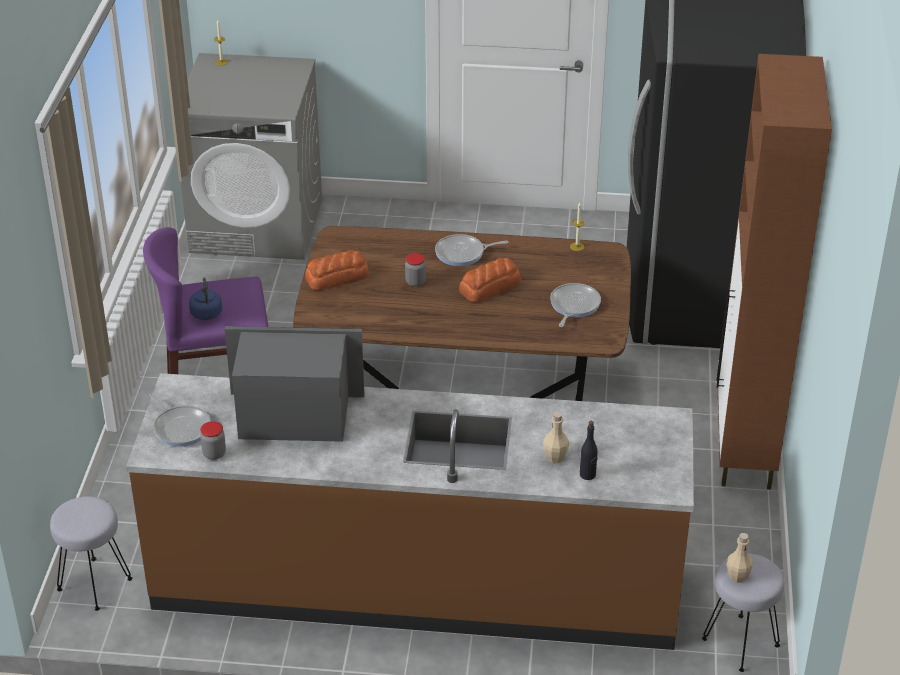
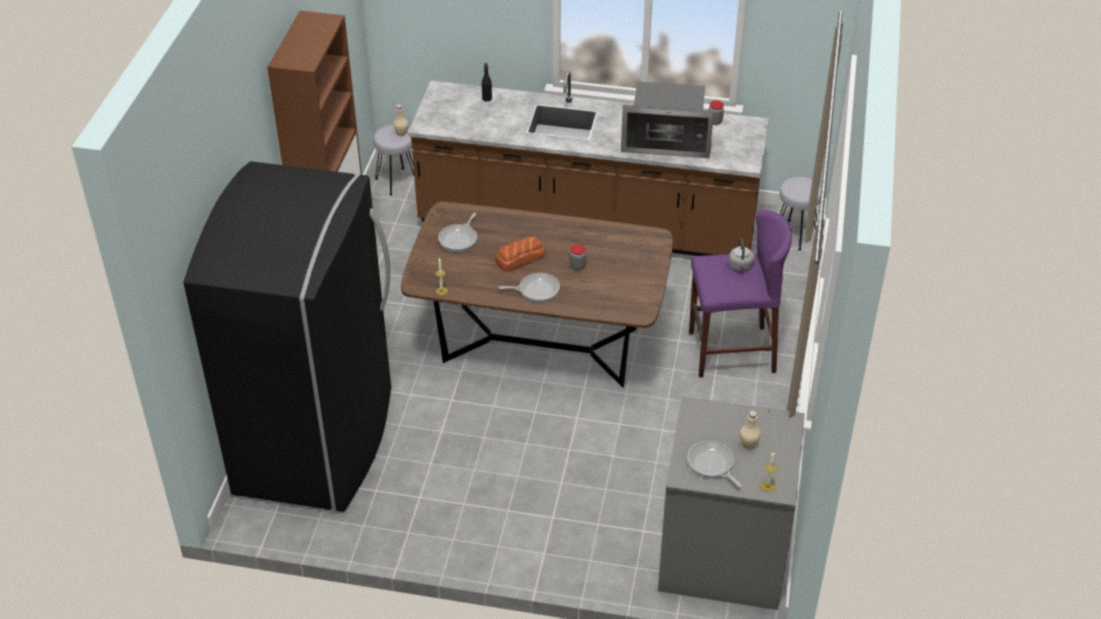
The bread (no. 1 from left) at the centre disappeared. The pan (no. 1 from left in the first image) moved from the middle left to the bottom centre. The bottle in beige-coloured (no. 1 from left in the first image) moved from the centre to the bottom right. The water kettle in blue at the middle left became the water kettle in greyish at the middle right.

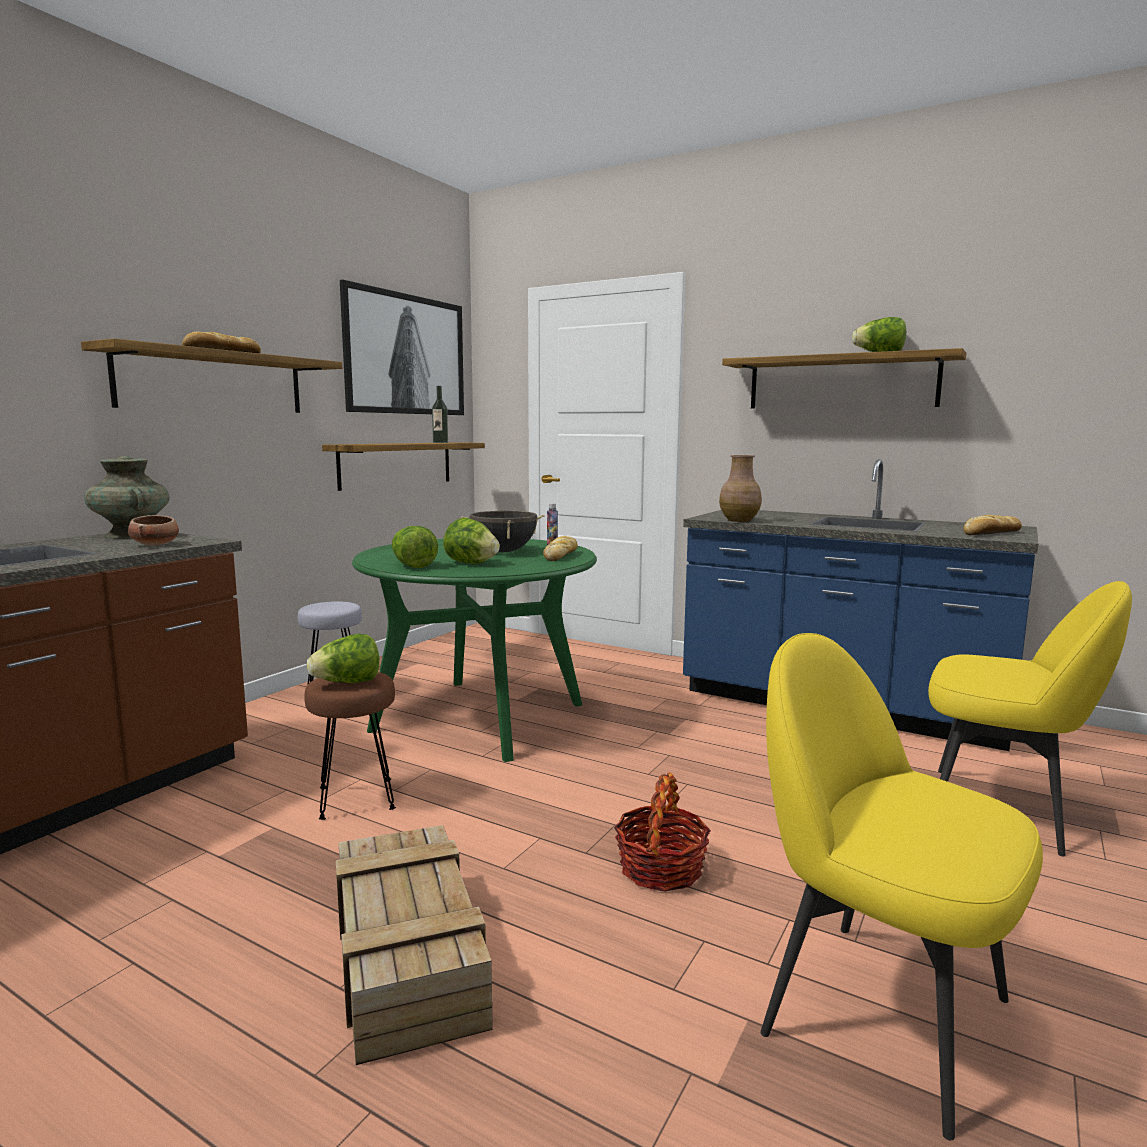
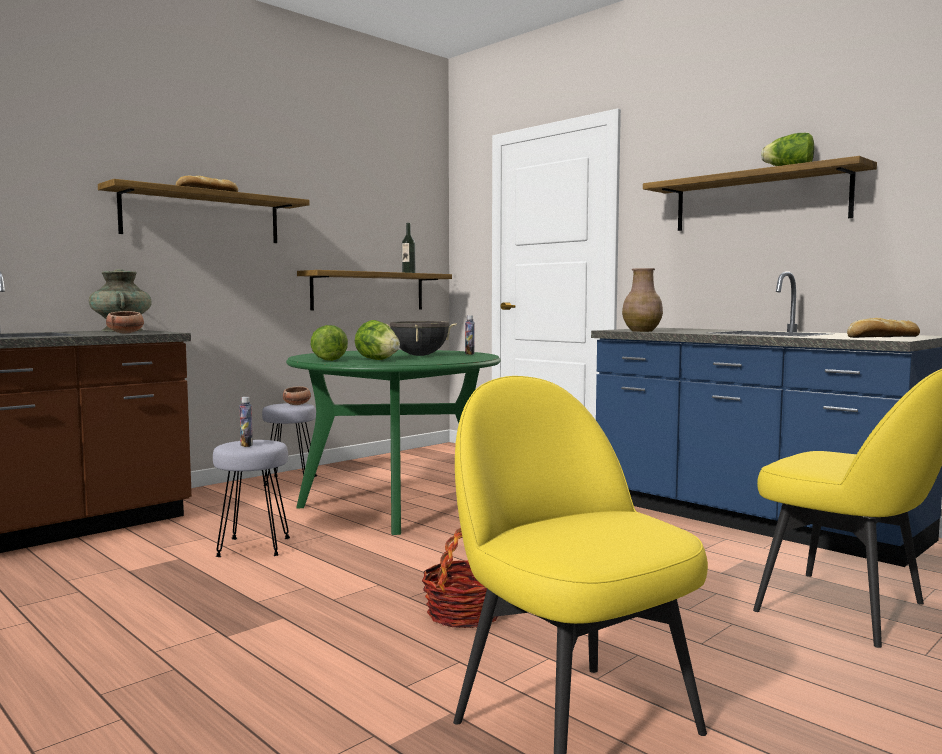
The shipping crate at the bottom centre disappeared. The wall picture at the top centre disappeared. The bread (no. 2 from left) at the centre disappeared. The deep dish (no. 2 from left) at the middle left appeared. The head of lettuce (no. 1 from left) at the middle left was replaced by the bottle (no. 1 from left) at the middle left. The stool in brown-coloured at the middle left became the stool in greyish (no. 1 from left) at the middle left.

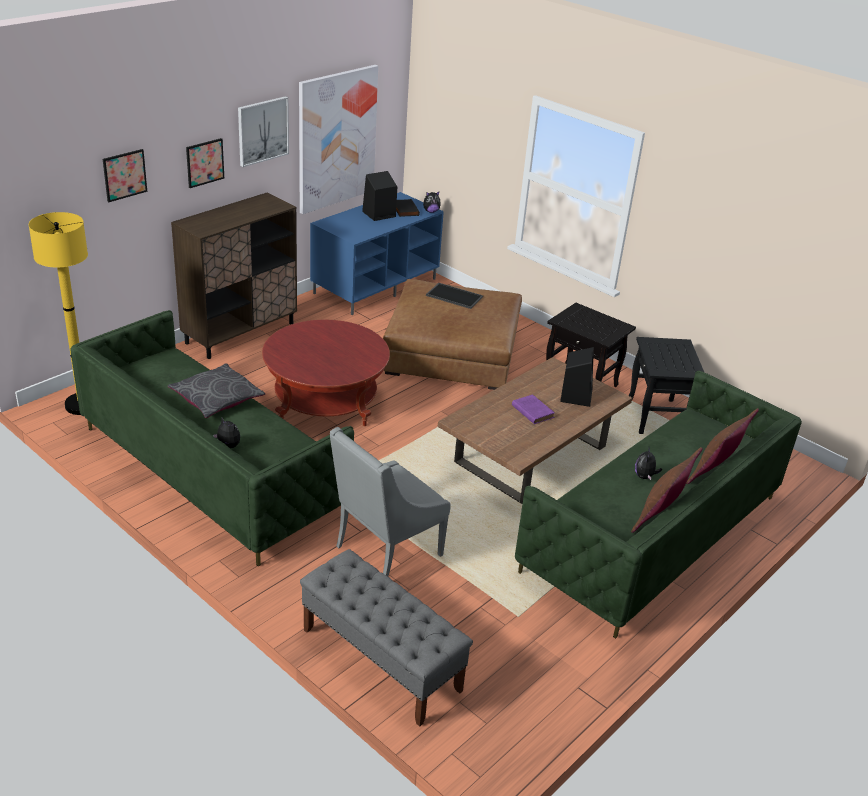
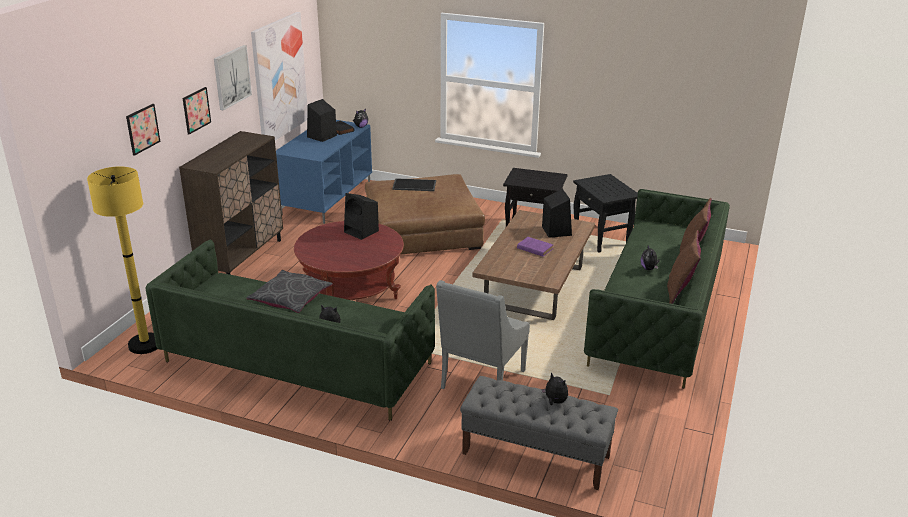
The speaker in blackish (no. 2 from left) at the centre appeared. The plush toy (no. 3 from left) at the bottom centre appeared.

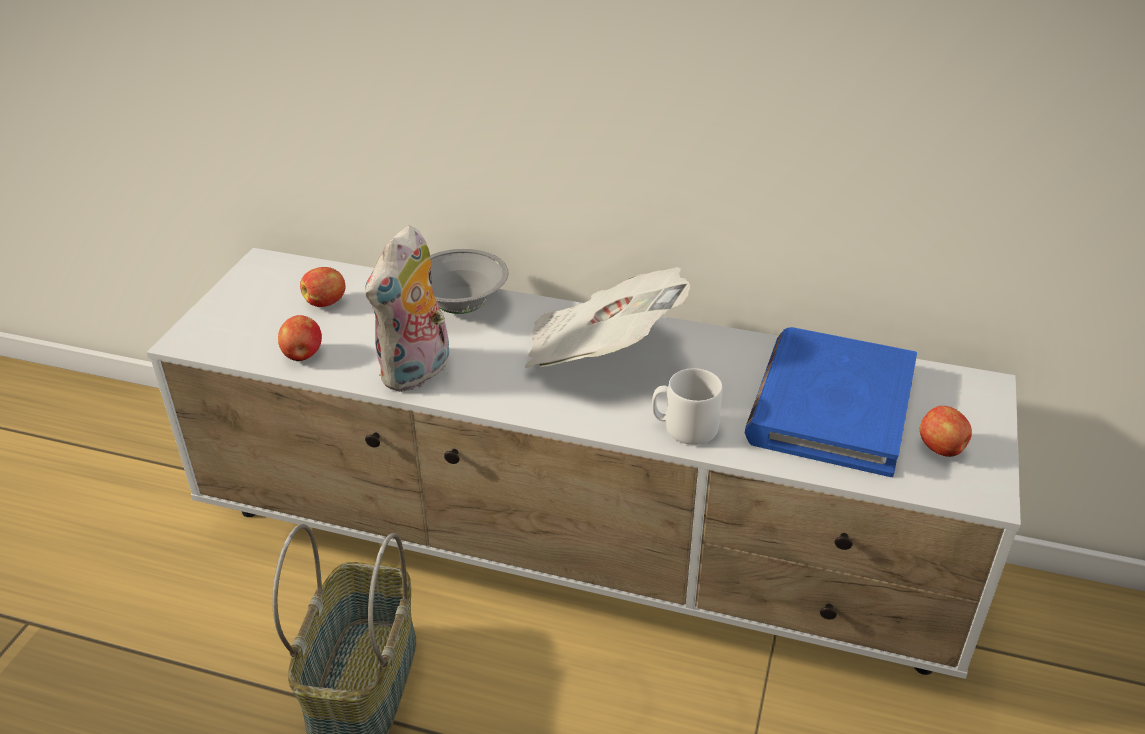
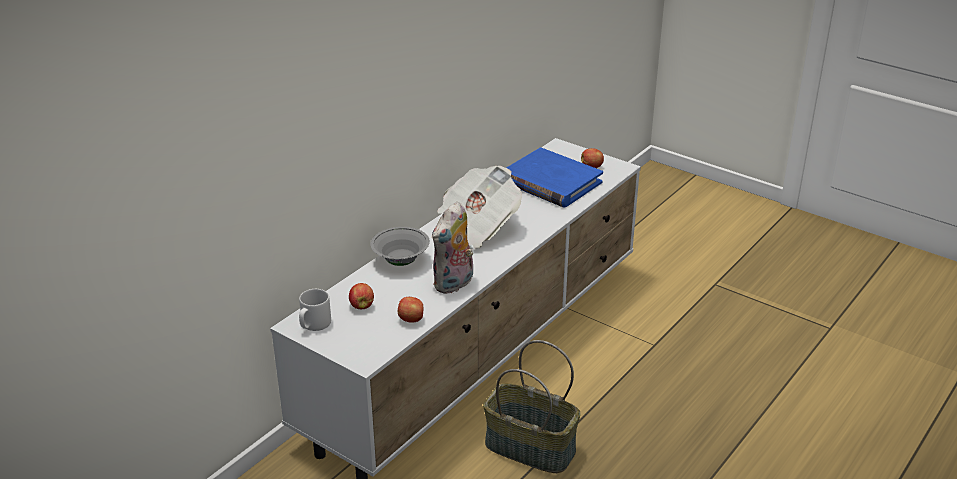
The mug in greyish moved from the centre to the middle left. The plush toy at the centre turned 75 degrees clockwise.

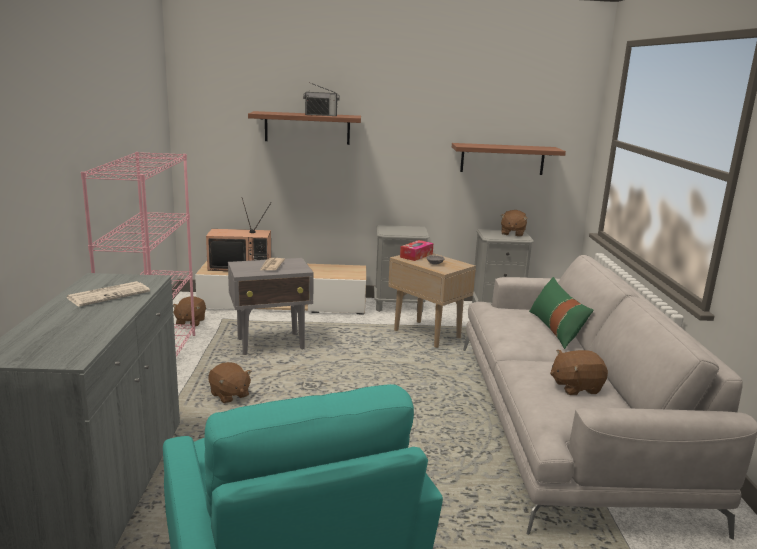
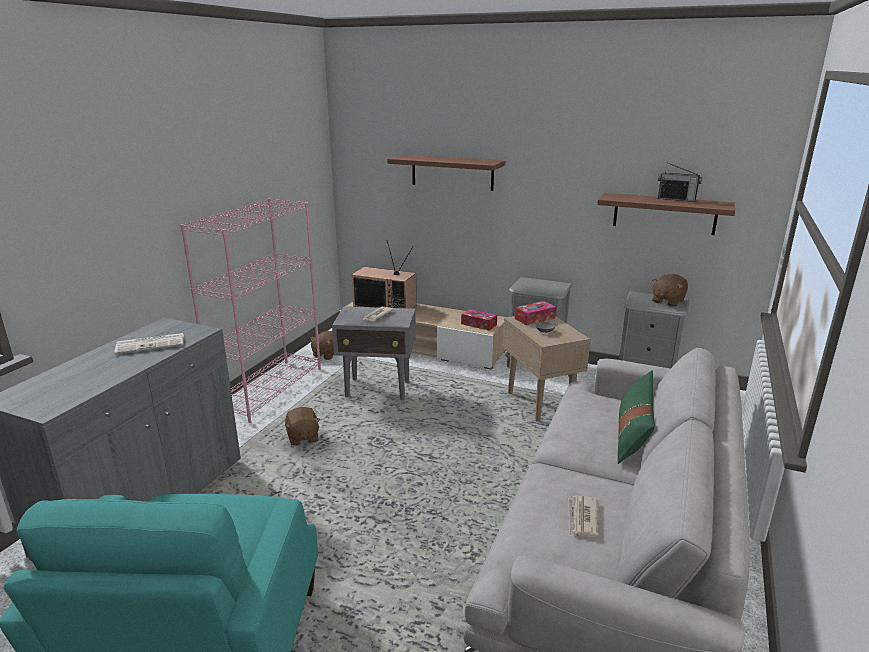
The box of tissues (no. 1 from left) at the centre appeared. The radio set moved from the top centre to the top right. The plush toy in brown-coloured (no. 4 from left) at the bottom right was replaced by the newspaper (no. 3 from left) at the bottom right.

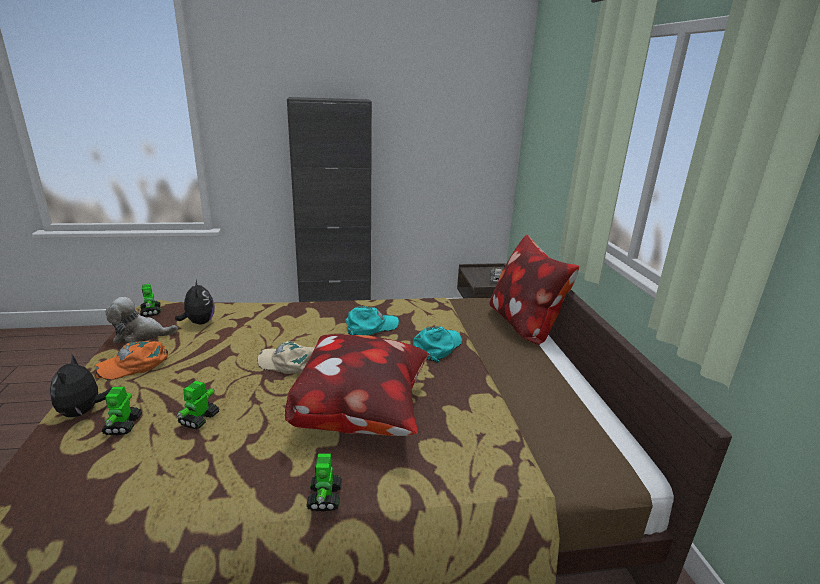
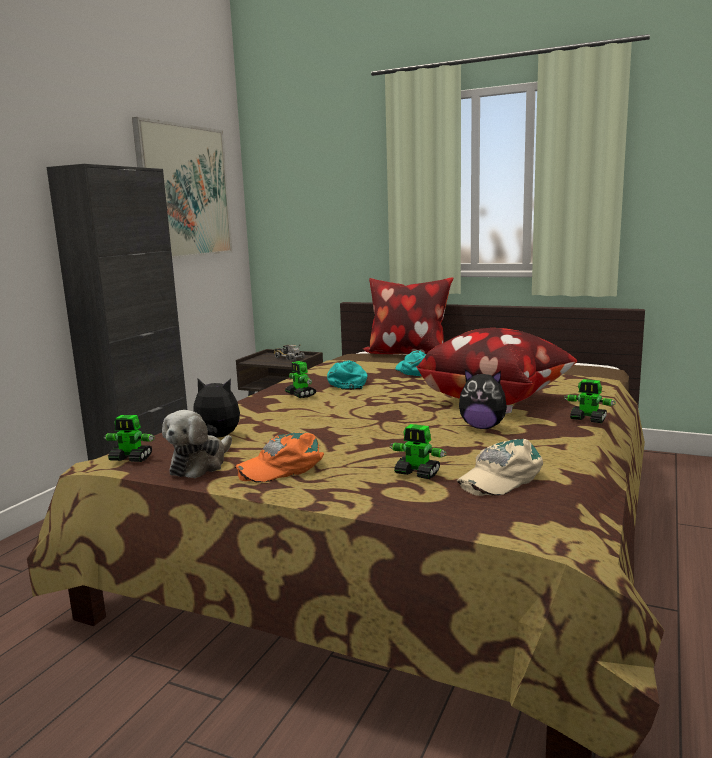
The wall picture at the top left appeared. The plush toy (no. 1 from left in the first image) moved from the middle left to the middle right. The model robot (no. 3 from left in the first image) moved from the bottom left to the centre. The peaked cap in beige-coloured moved from the centre to the middle right. The peaked cap in orange at the middle left turned 60 degrees clockwise.

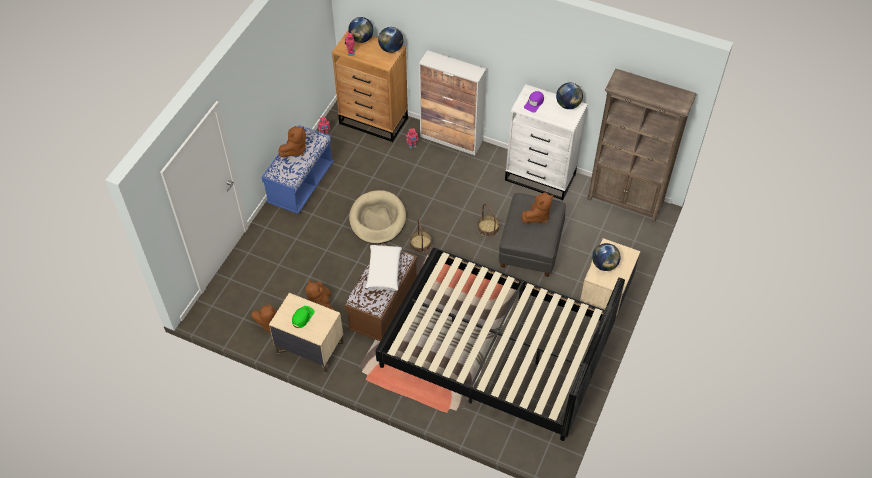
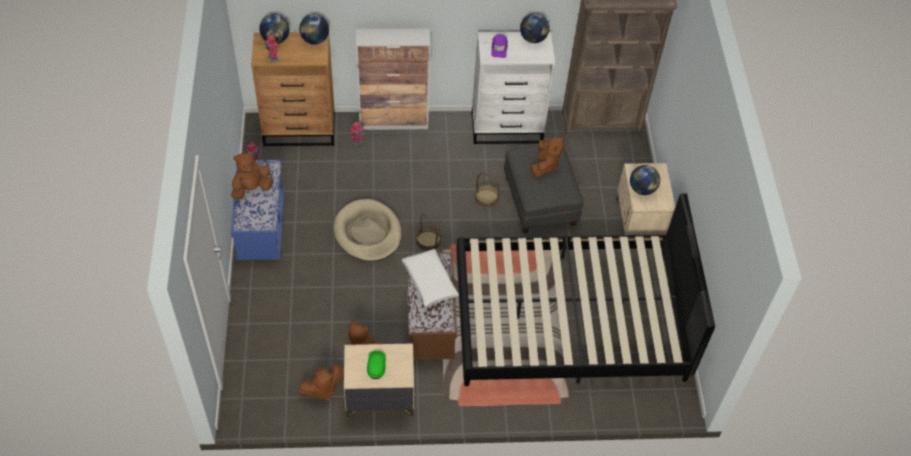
The plush toy in brown-coloured (no. 2 from left in the first image) at the top centre turned 135 degrees counterclockwise.

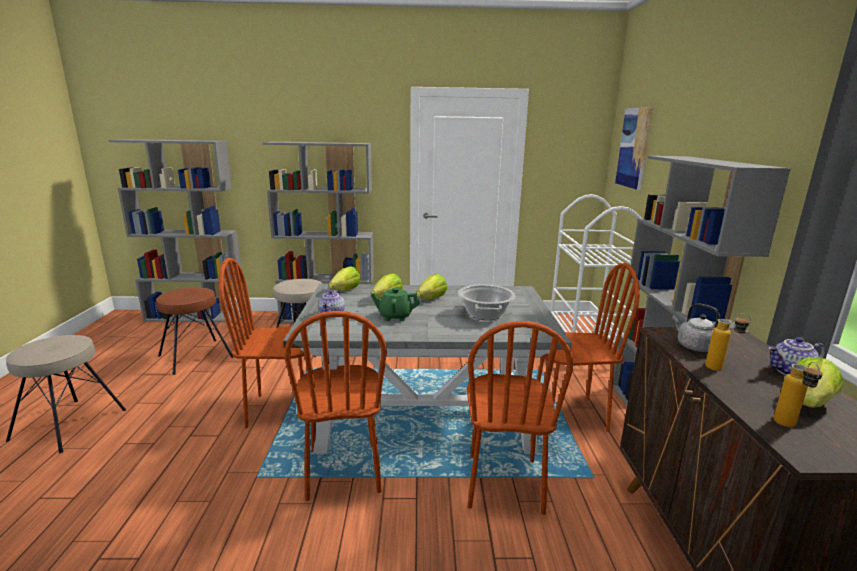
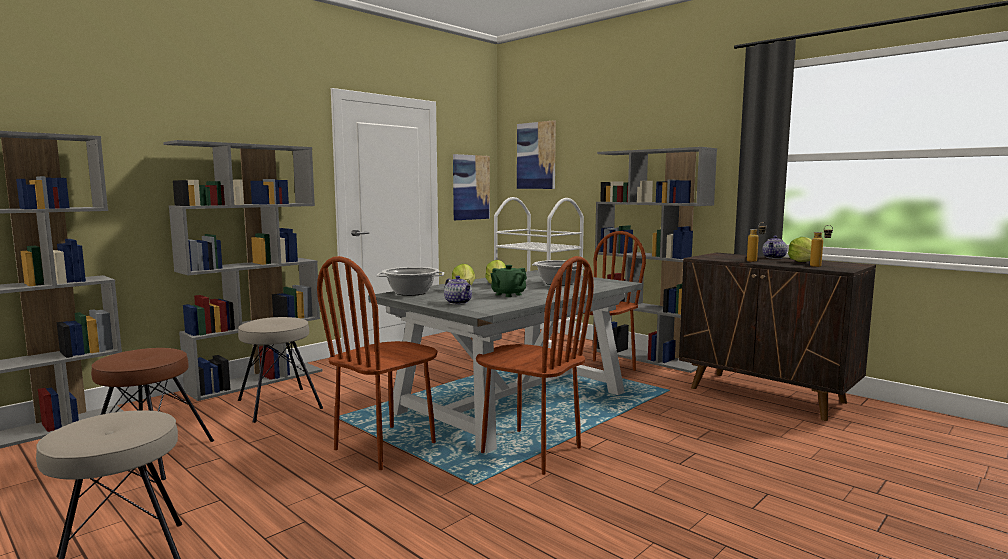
The plain chair in brown-coloured (no. 3 from left) at the bottom centre disappeared. The water kettle in greyish at the middle right disappeared. The wall picture (no. 1 from left) at the centre appeared. The head of lettuce (no. 1 from left) at the centre was replaced by the cooking pot (no. 1 from left) at the centre.

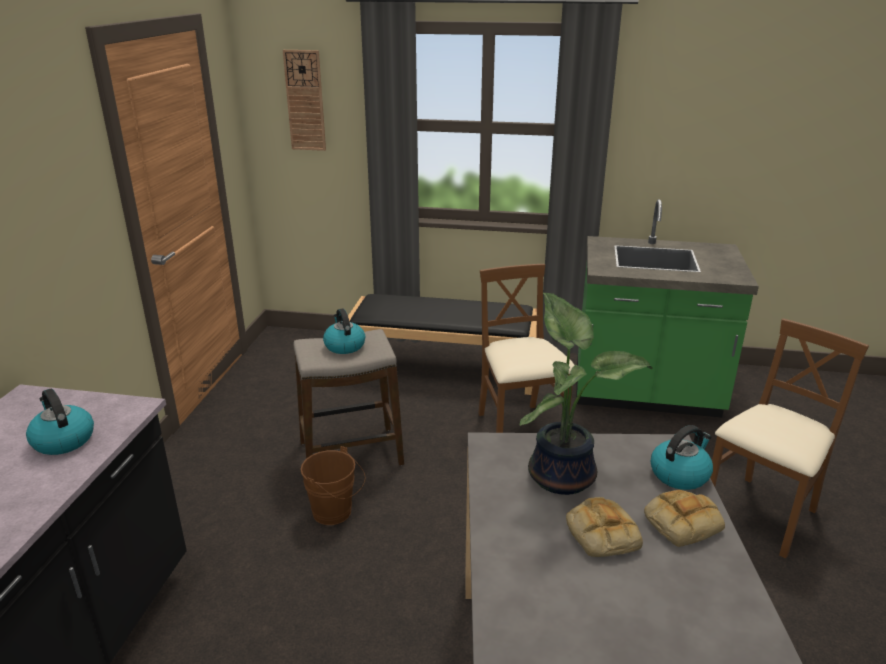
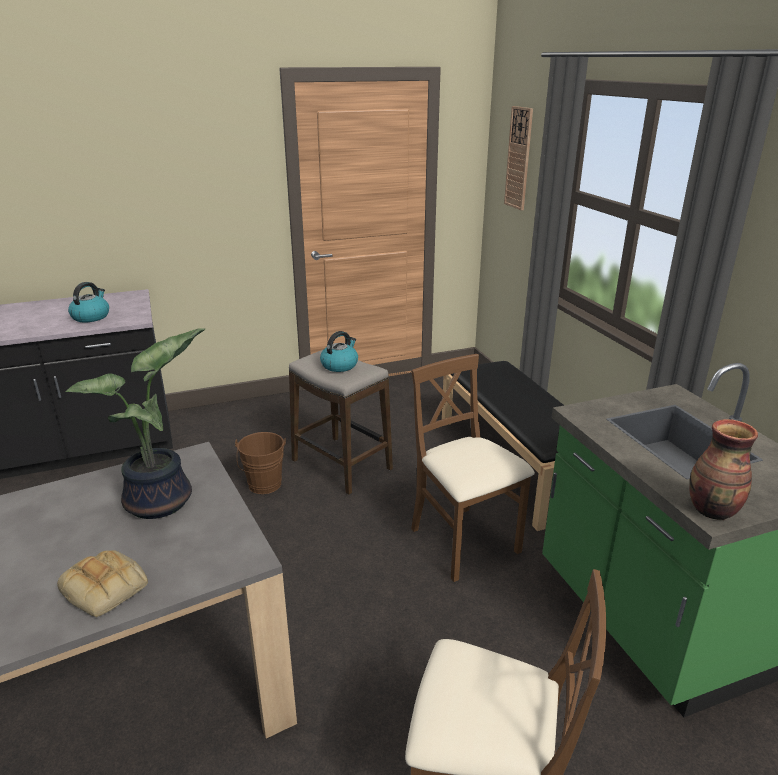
The bread (no. 1 from left) at the bottom right disappeared. The water kettle (no. 3 from left) at the bottom right disappeared. The vase at the middle right appeared. The plain chair in brown-coloured (no. 1 from left) at the centre turned 75 degrees counterclockwise.

